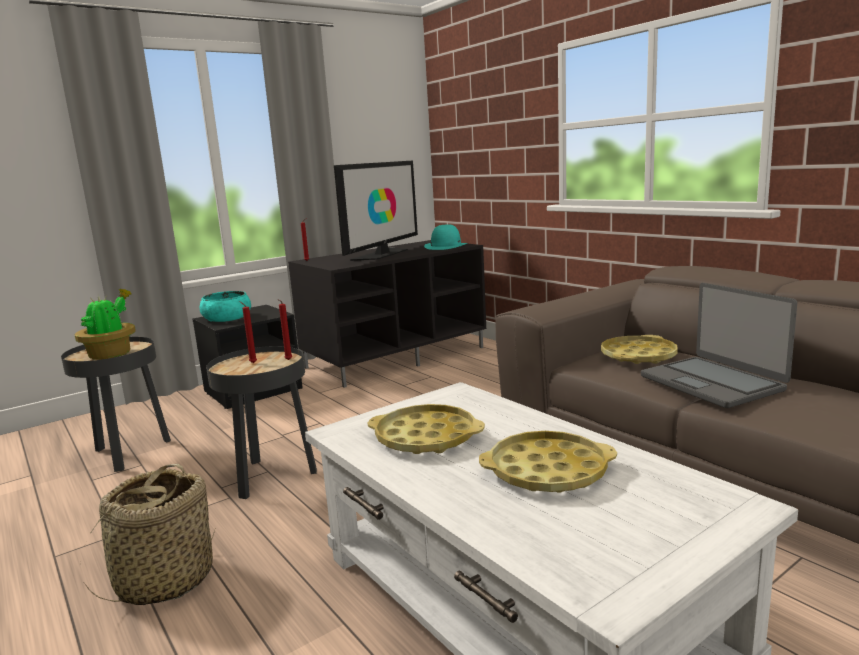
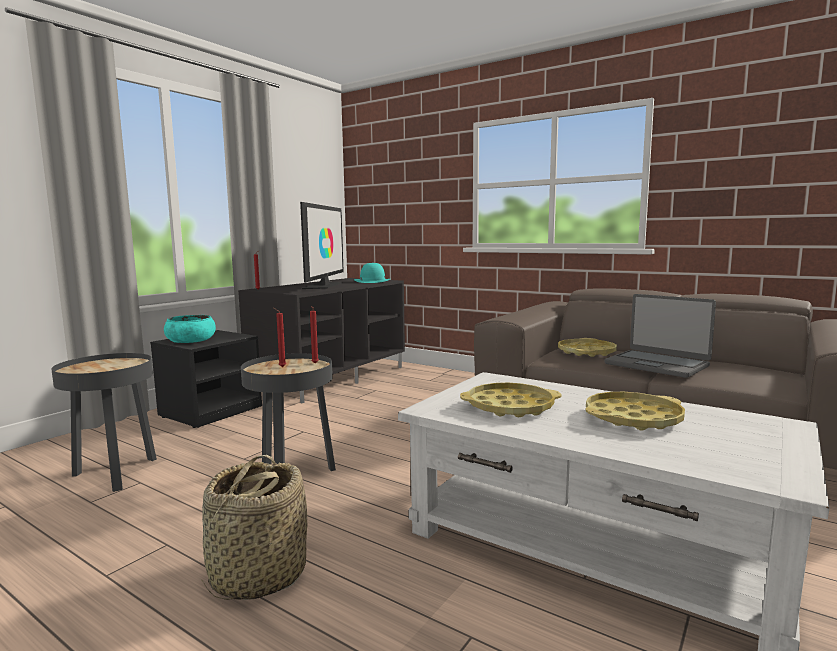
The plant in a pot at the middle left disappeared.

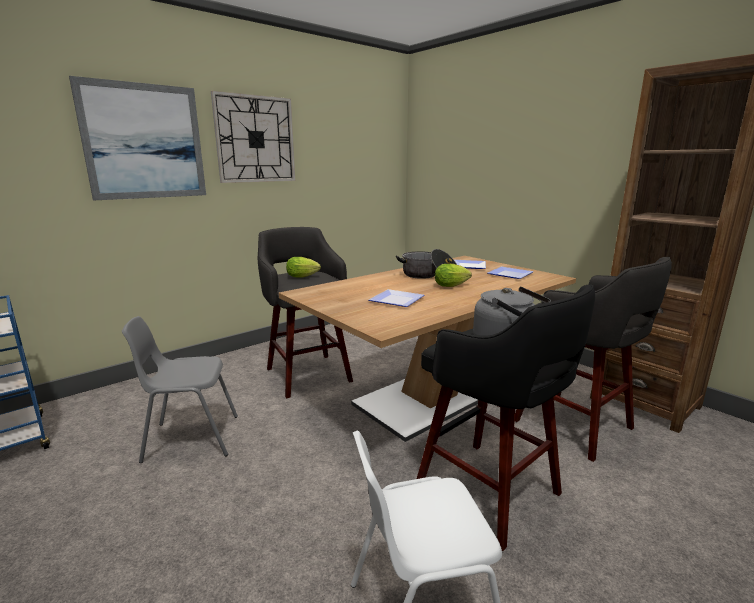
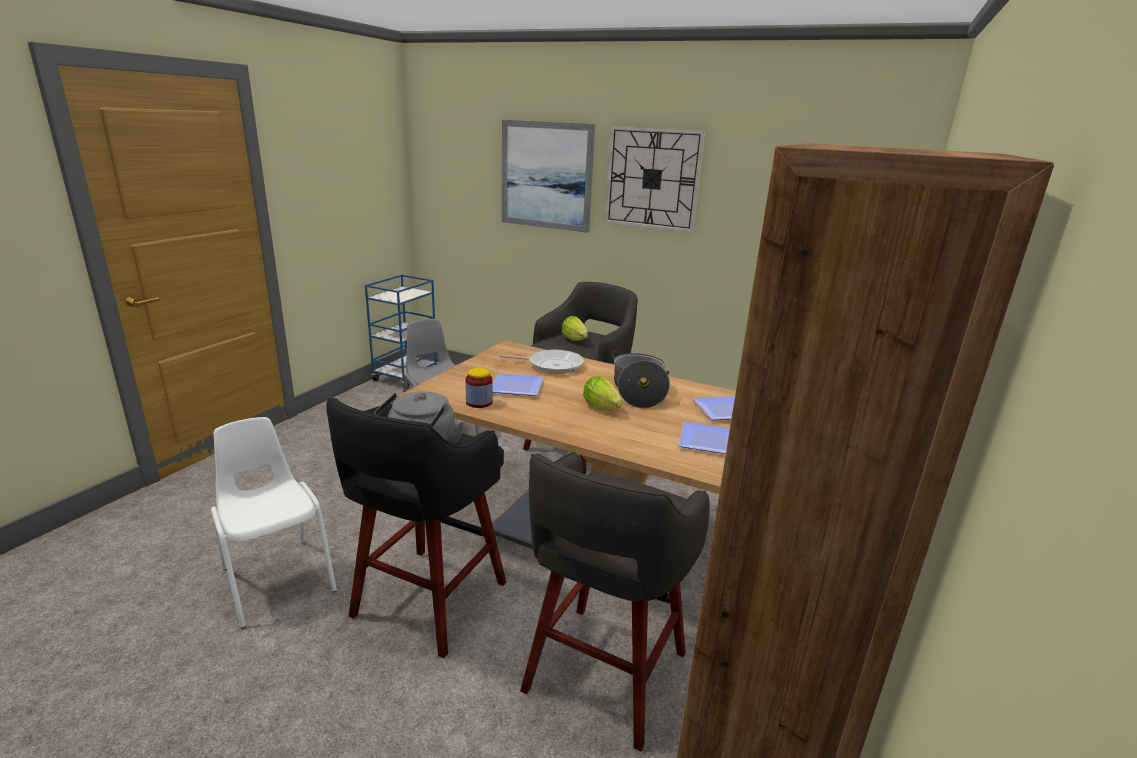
The storage jar at the centre appeared. The pan at the centre appeared.

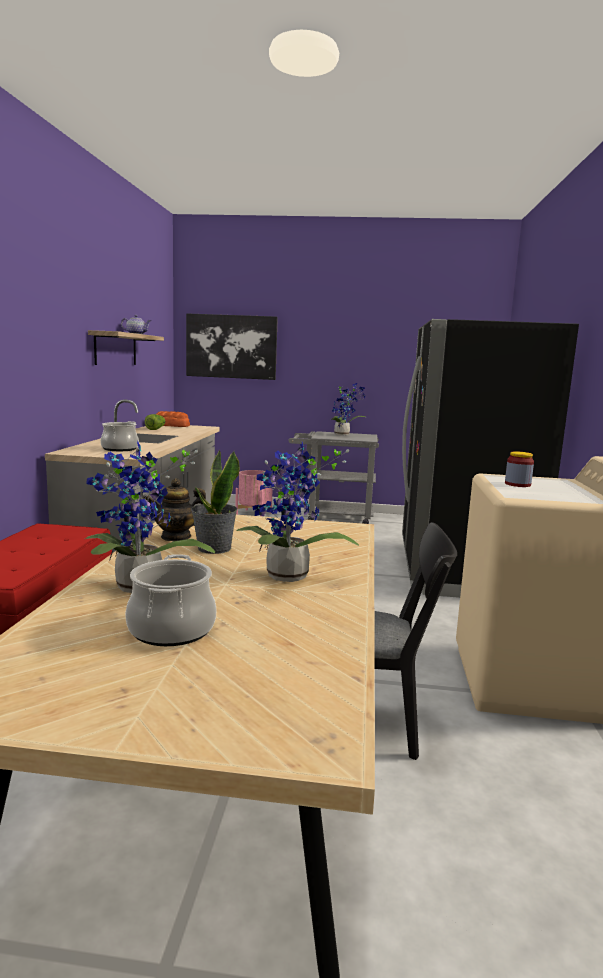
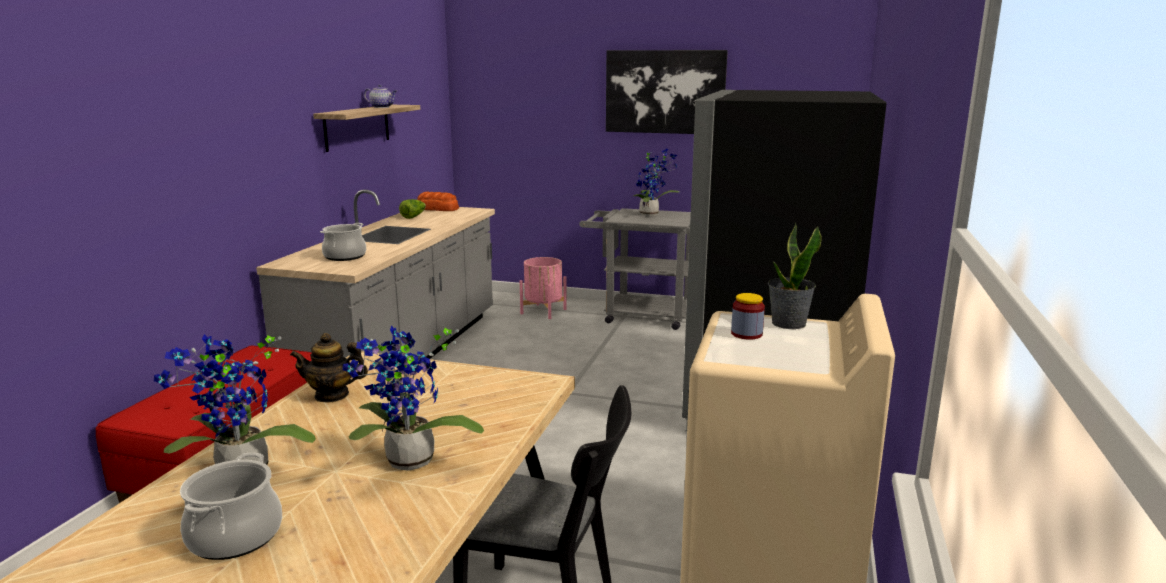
The wall picture moved from the centre to the top centre. The plant in a pot (no. 2 from left in the first image) moved from the centre to the middle right.

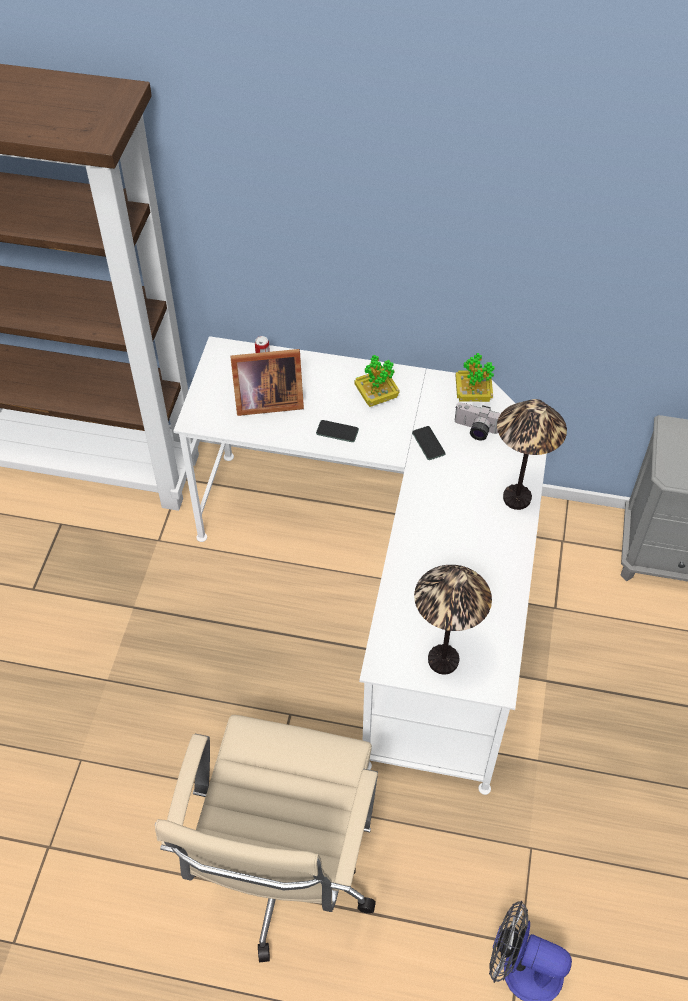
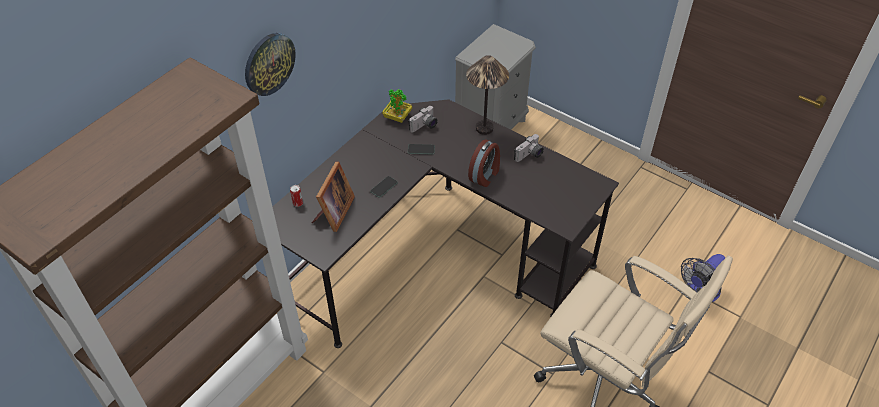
The plant in a pot (no. 1 from left) at the centre disappeared. The lamp for a table (no. 1 from left) at the centre disappeared. The hanging clock at the top left appeared. The table clock at the centre appeared. The photo camera (no. 2 from left) at the centre appeared. The desk table in white at the centre became the desk table in blackish at the centre.

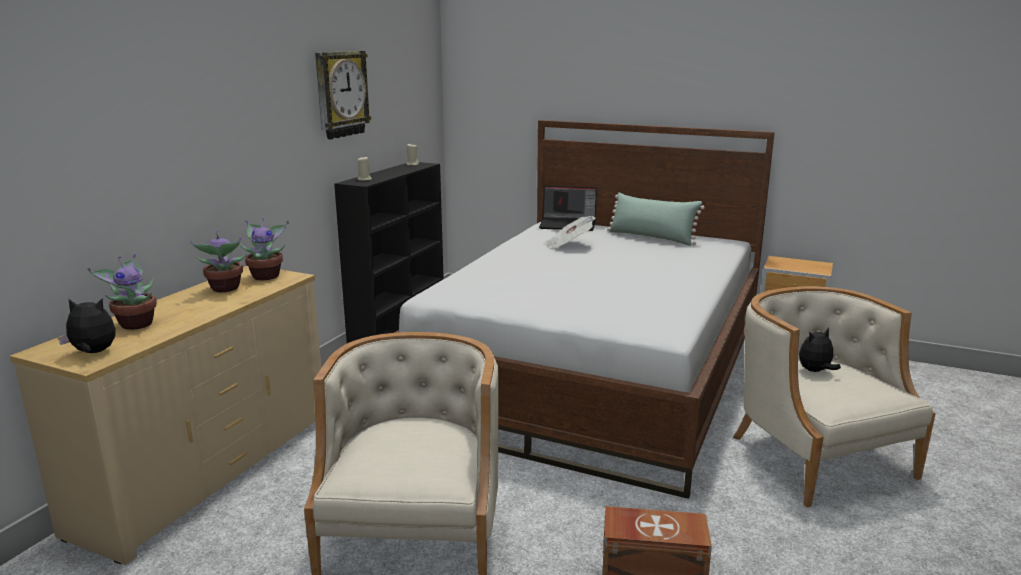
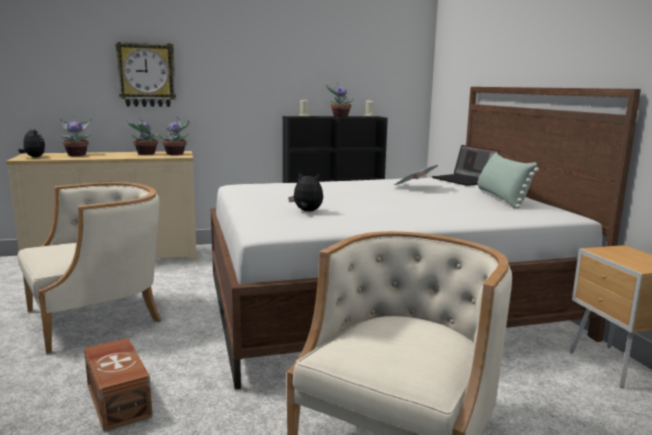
The plant in a pot (no. 4 from left) at the top centre appeared. The hanging clock moved from the top centre to the top left. The plush toy (no. 2 from left) moved from the middle right to the centre.

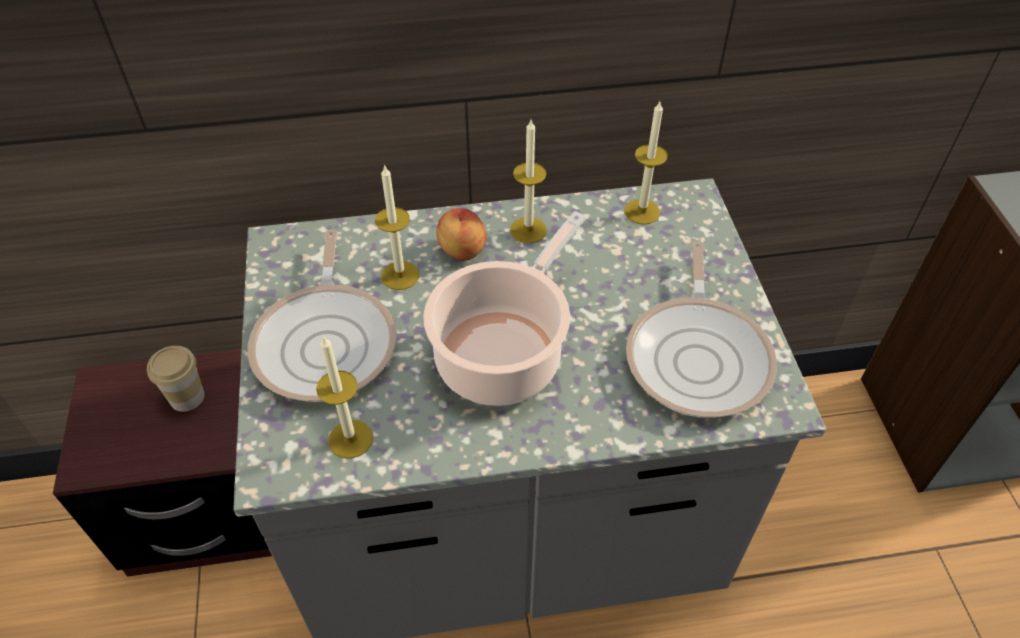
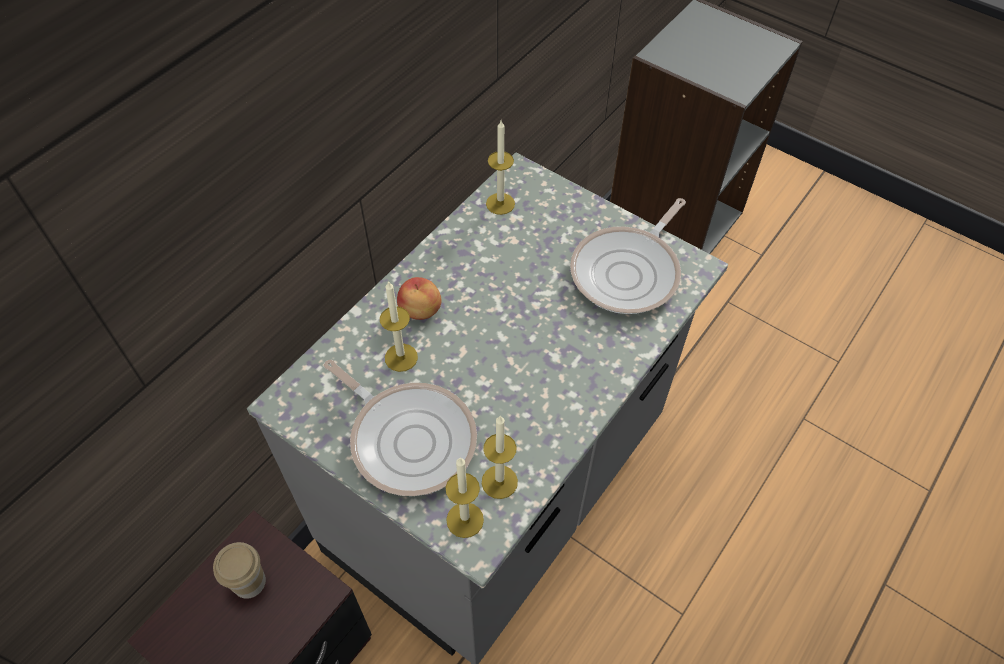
The cooking pot at the centre disappeared. The wax candle (no. 3 from left in the first image) moved from the top centre to the bottom centre. The pan (no. 2 from left) at the middle right turned 75 degrees clockwise.

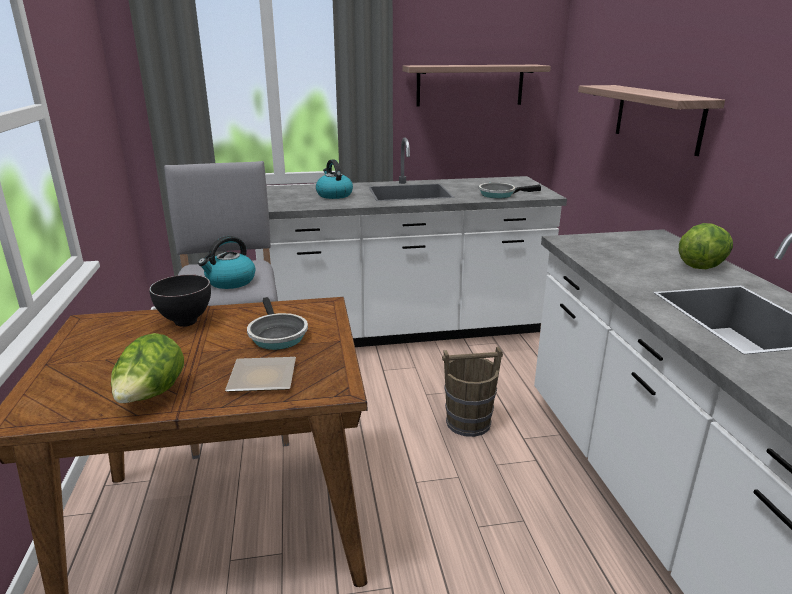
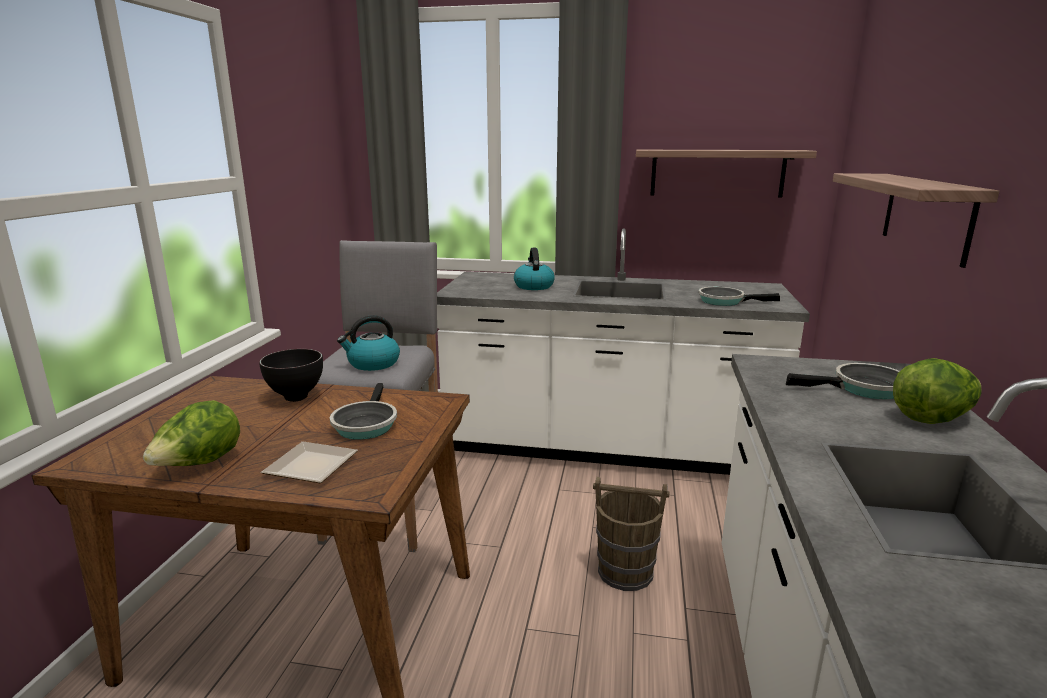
The pan (no. 3 from left) at the middle right appeared.

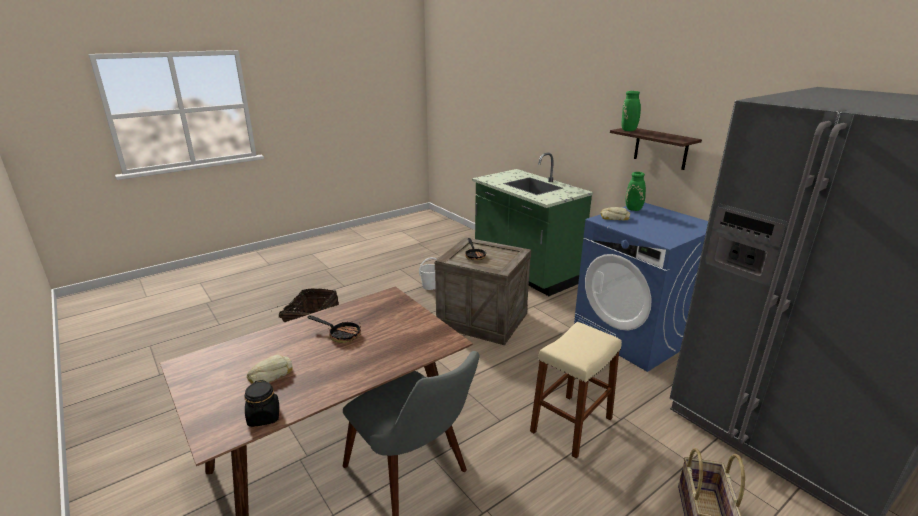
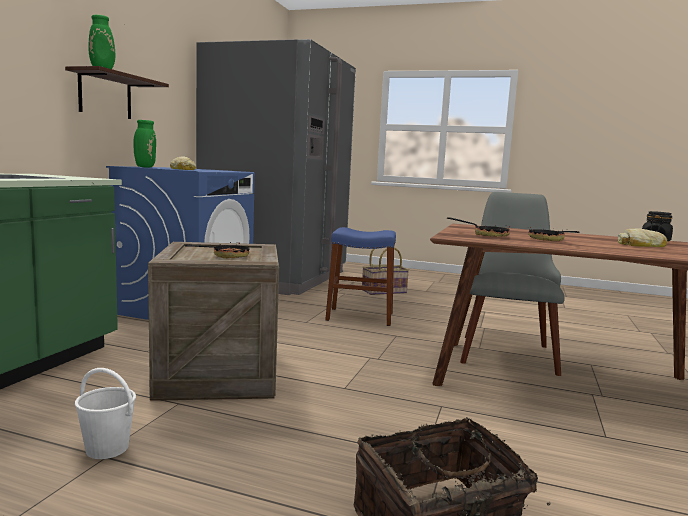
The pan (no. 2 from left) at the middle right appeared. The stool in beige-coloured at the bottom centre became the stool in blue at the centre.

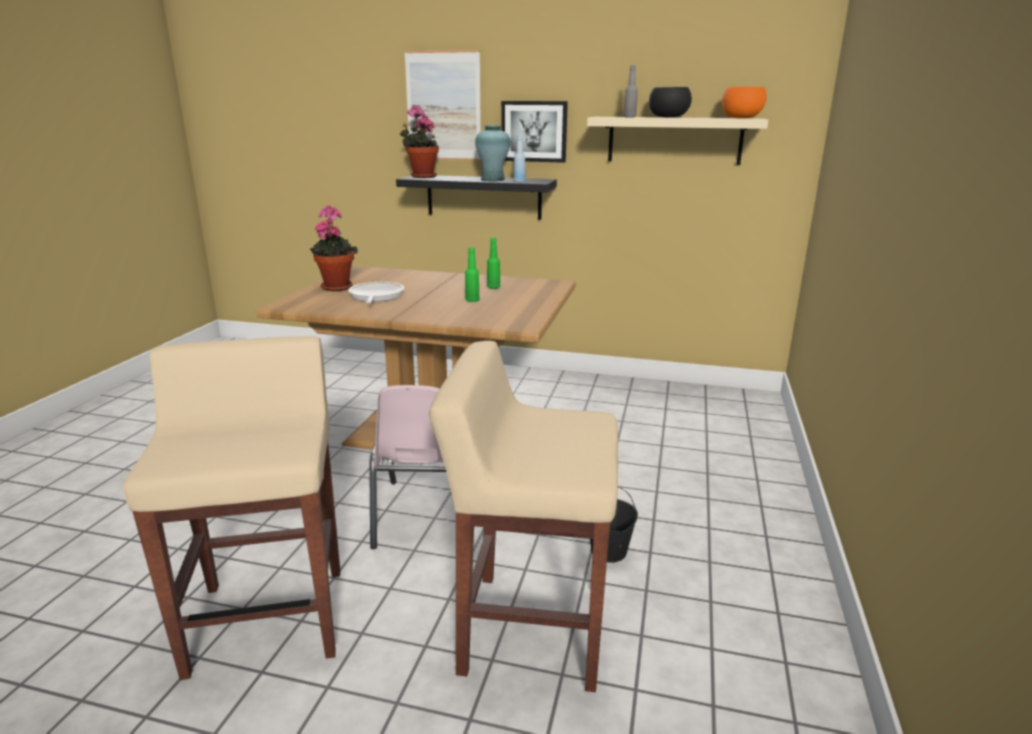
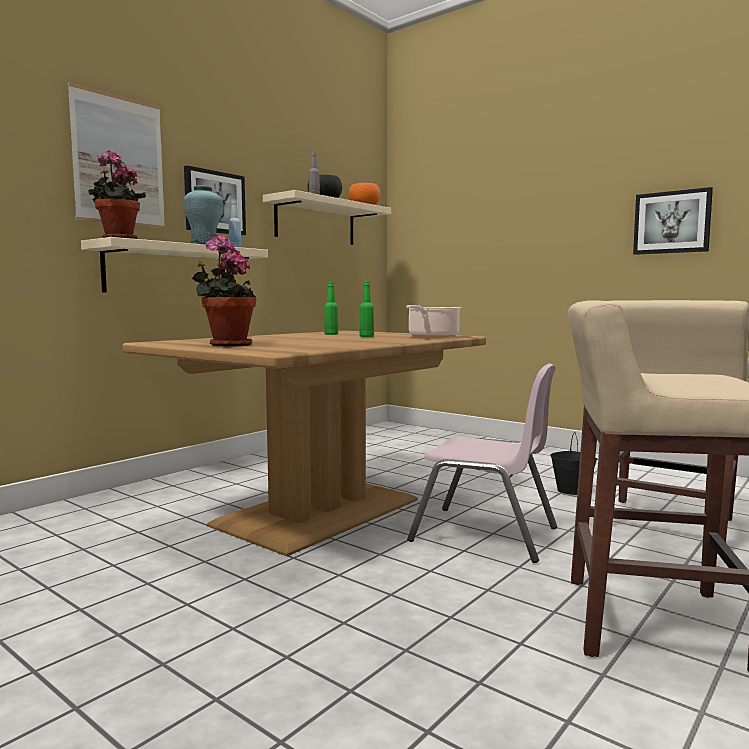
The pan at the centre disappeared. The cooking pot at the centre appeared. The wall picture (no. 3 from left) at the top right appeared. The shelf in blackish at the top centre became the shelf in beige-coloured (no. 1 from left) at the middle left.

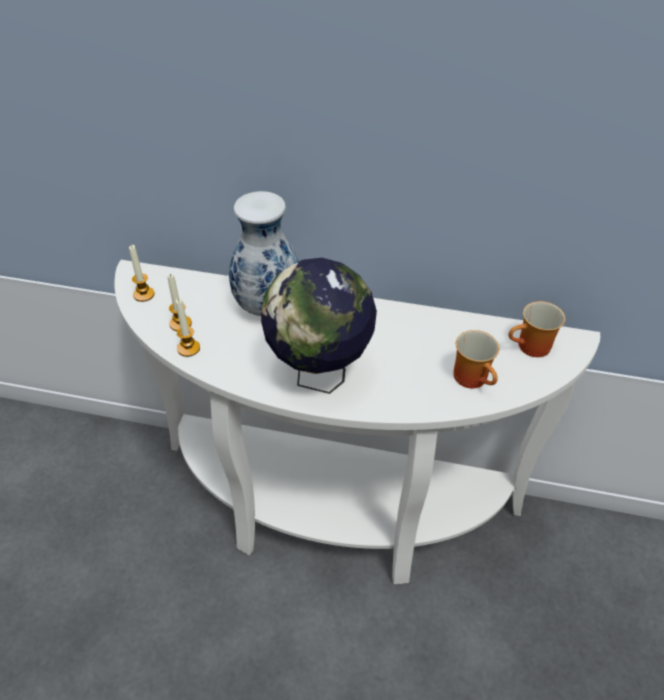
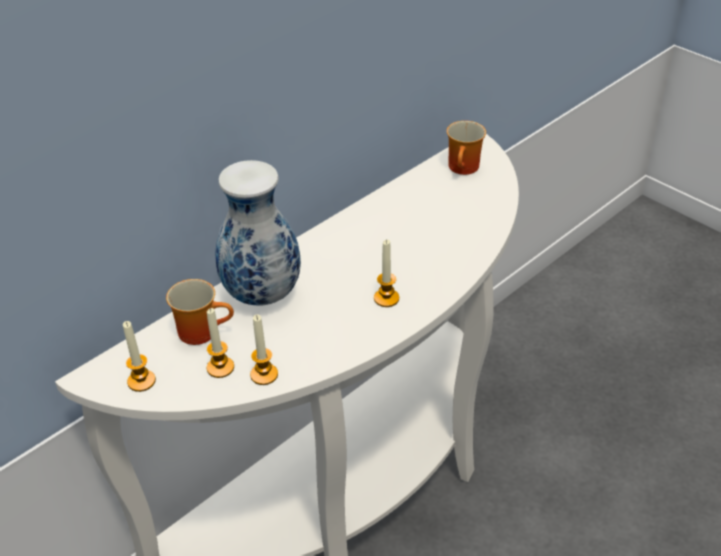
The mug (no. 1 from left) moved from the middle right to the middle left. The world globe at the centre was replaced by the wax candle (no. 4 from left) at the centre.

